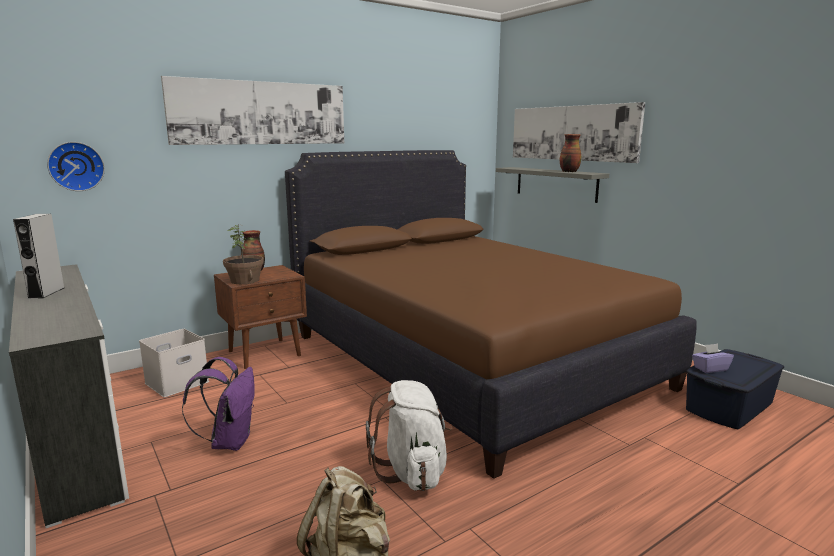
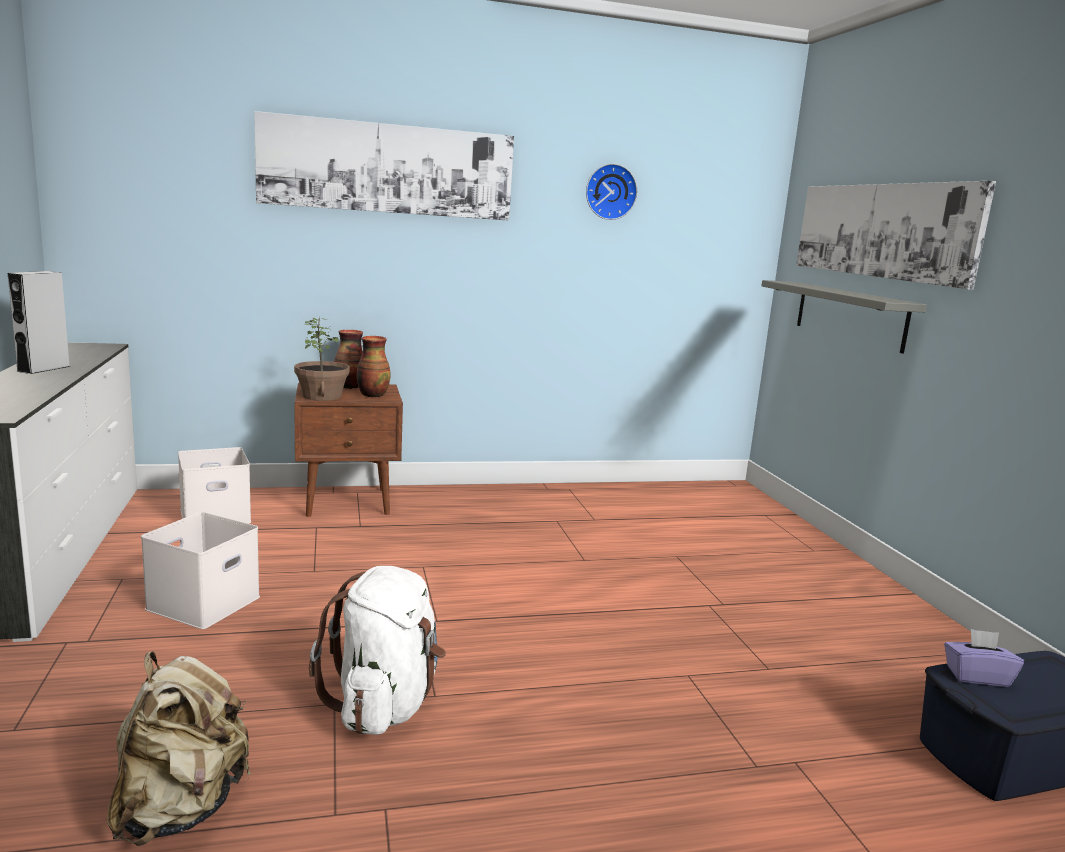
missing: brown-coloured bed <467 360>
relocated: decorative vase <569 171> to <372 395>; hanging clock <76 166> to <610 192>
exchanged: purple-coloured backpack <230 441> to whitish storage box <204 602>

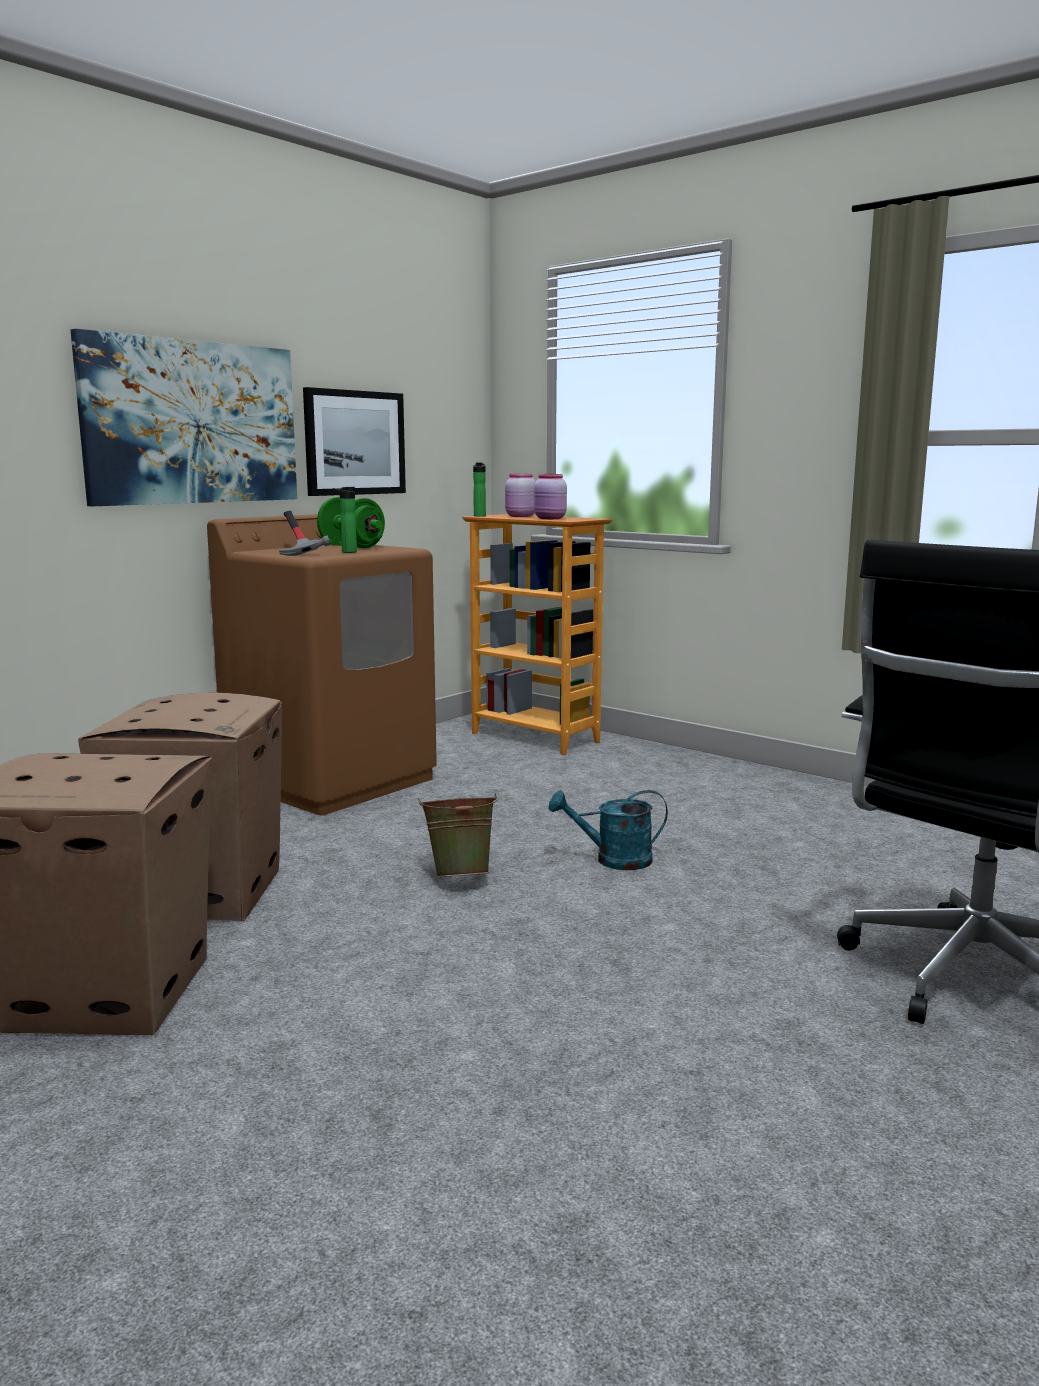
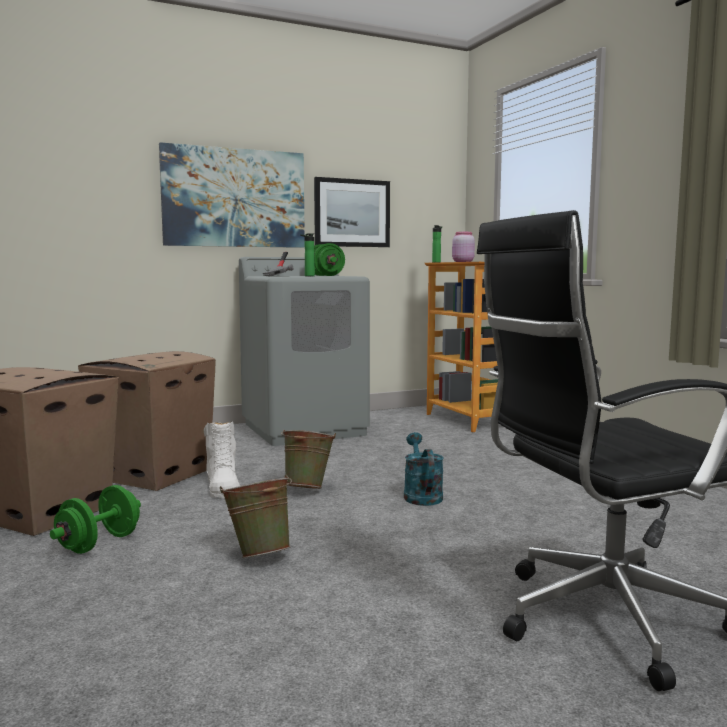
missing: pink jar <550 518>
appeared: whitish boot <222 486>; green water bucket <259 554>; green dumbbell <99 543>
colour: brown-coloured laundry appliance <332 780> to grey laundry appliance <305 429>
spun: turquoise watering can <613 860> = <421 495> 60 degrees clockwise

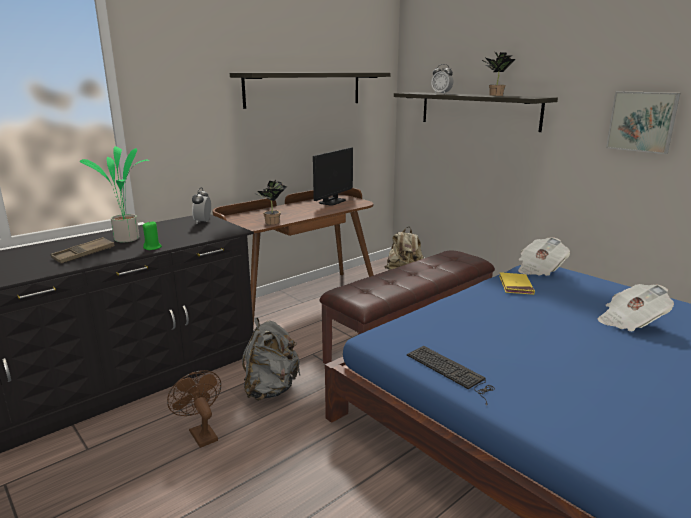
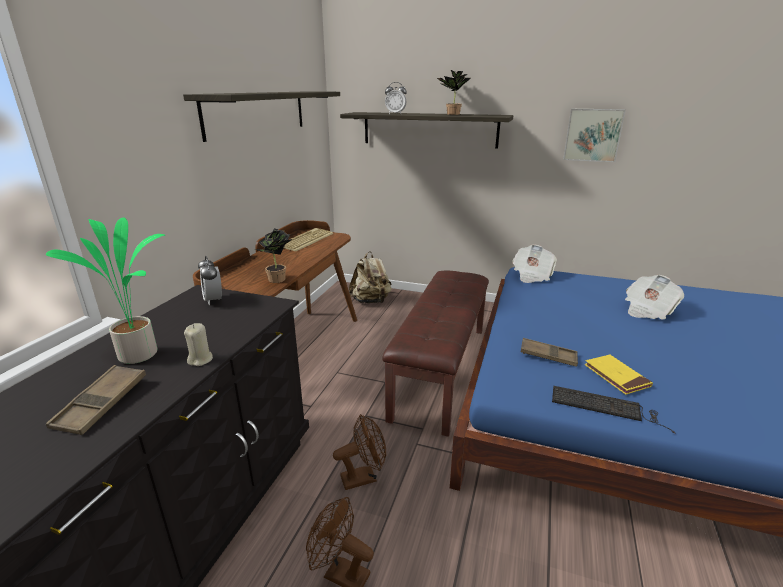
appeared: brown-coloured tray <548 356>
relocated: yellow bound book <515 285> to <616 376>
exchanged: computer display <332 201> to keyboard <305 240>; grey backpack <270 389> to brown-coloured fan <364 477>
colour: green wax light <152 247> to beige wax light <200 359>

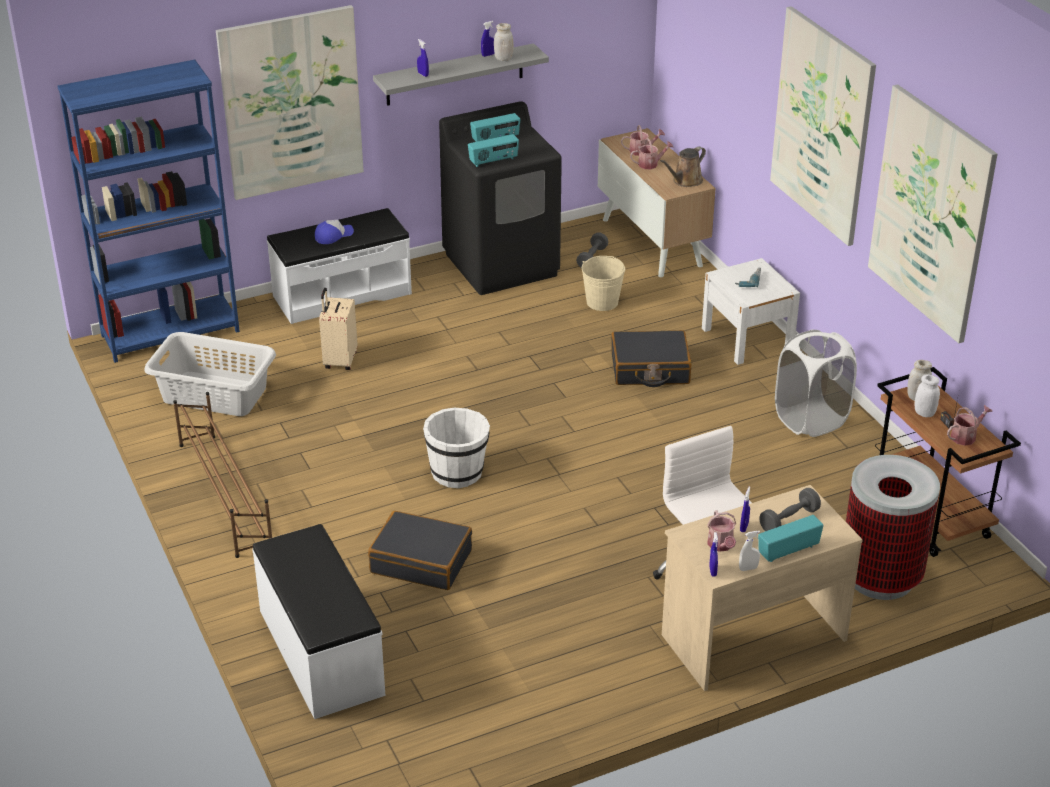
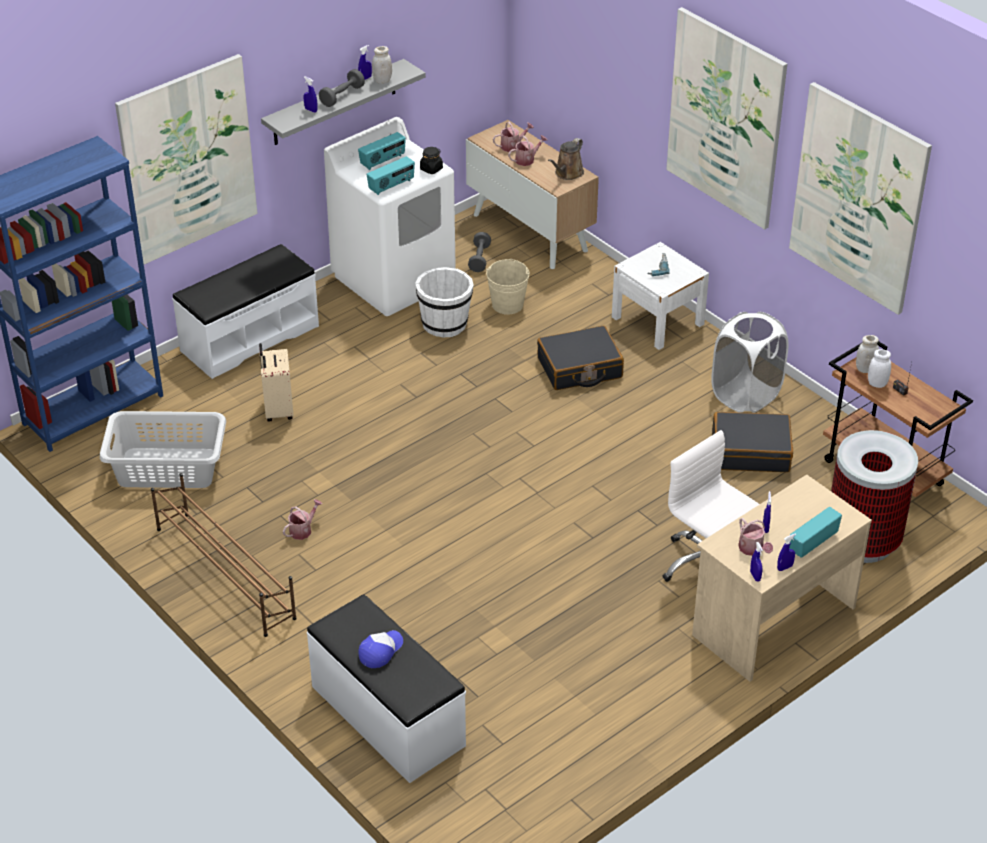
appeared: blackish jar <431 169>
relocated: peaked cap <333 236> to <380 651>; watering can <966 436> to <303 530>; whitish water bucket <457 472> to <445 324>; grey dumbbell <789 520> to <342 96>; blackish piece of luggage <421 561> to <750 452>
colour: blackish laundry appliance <502 264> to whitish laundry appliance <394 279>; whitish hand sprayer <748 568> to blue hand sprayer <785 567>

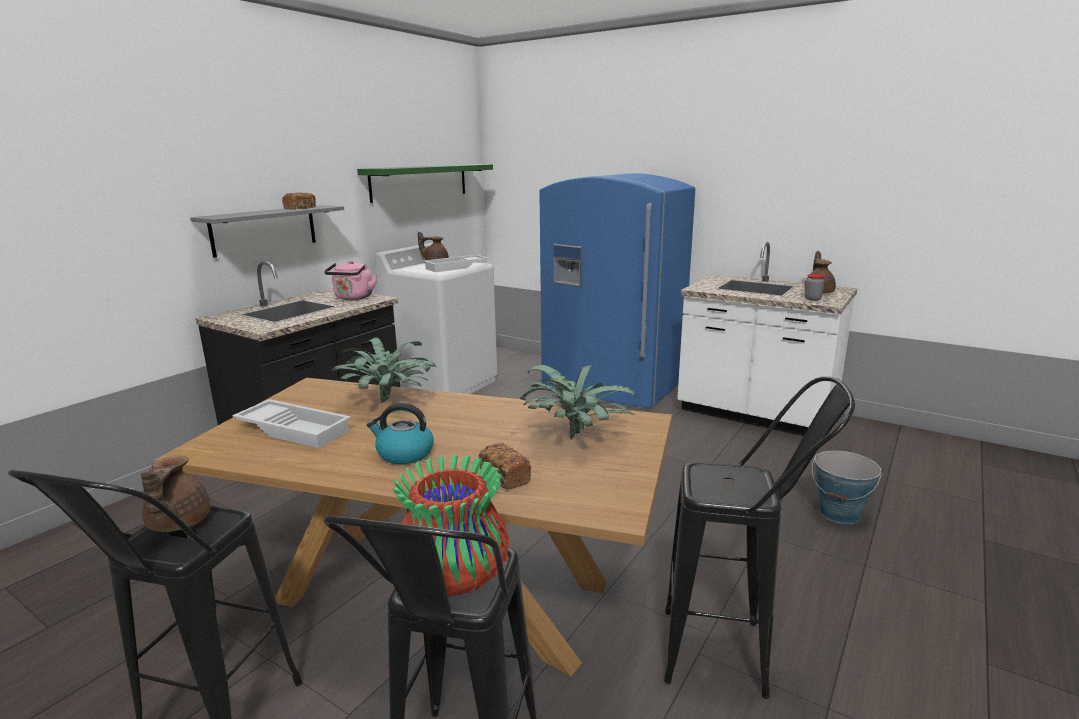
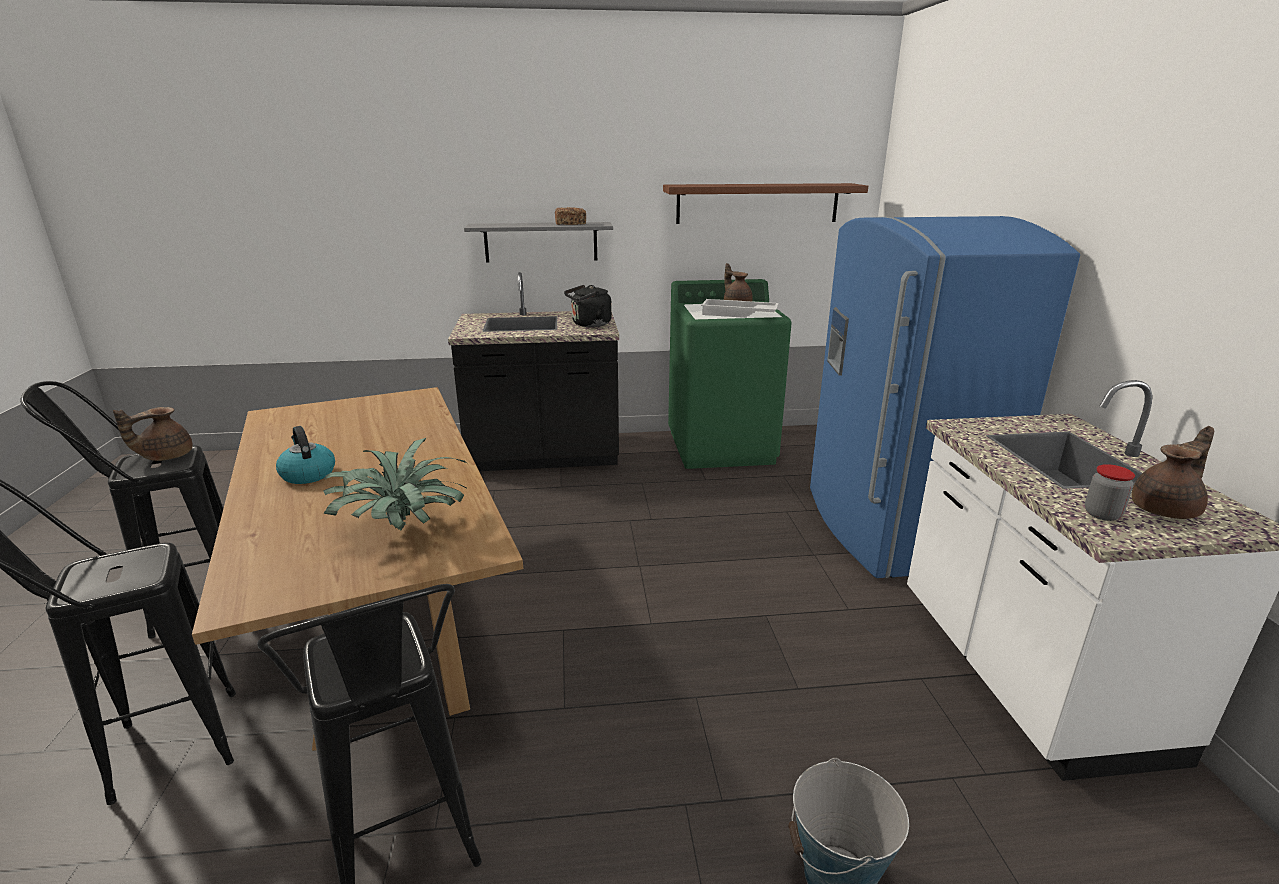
missing: houseplant <389 401>; whitish tray <295 429>; baked bread <504 476>; decorative vase <453 577>
colour: green bracket shelf <420 182> to brown-coloured bracket shelf <757 203>; whitish laundry appliance <443 384> to green laundry appliance <721 447>; pink kettle <353 298> to blackish kettle <589 324>

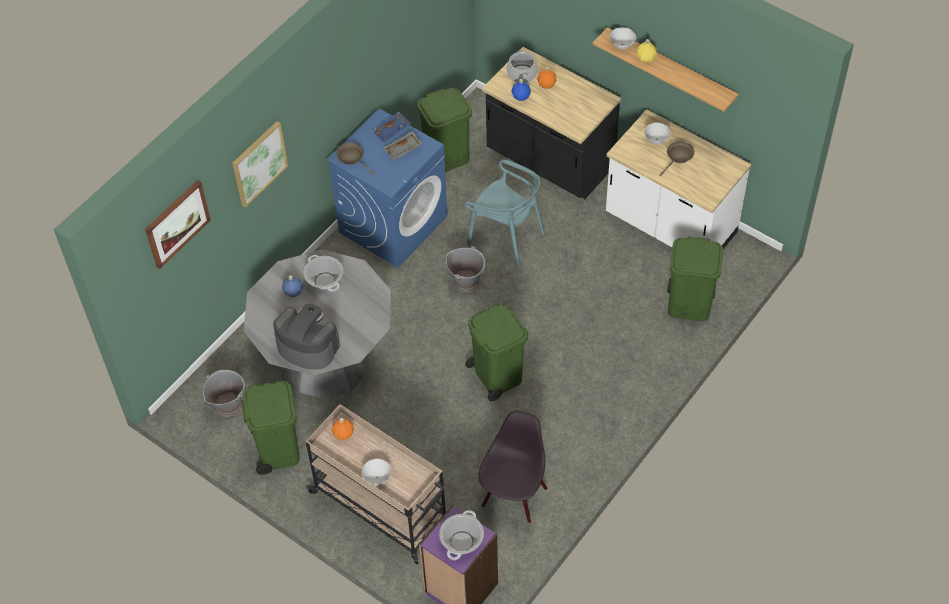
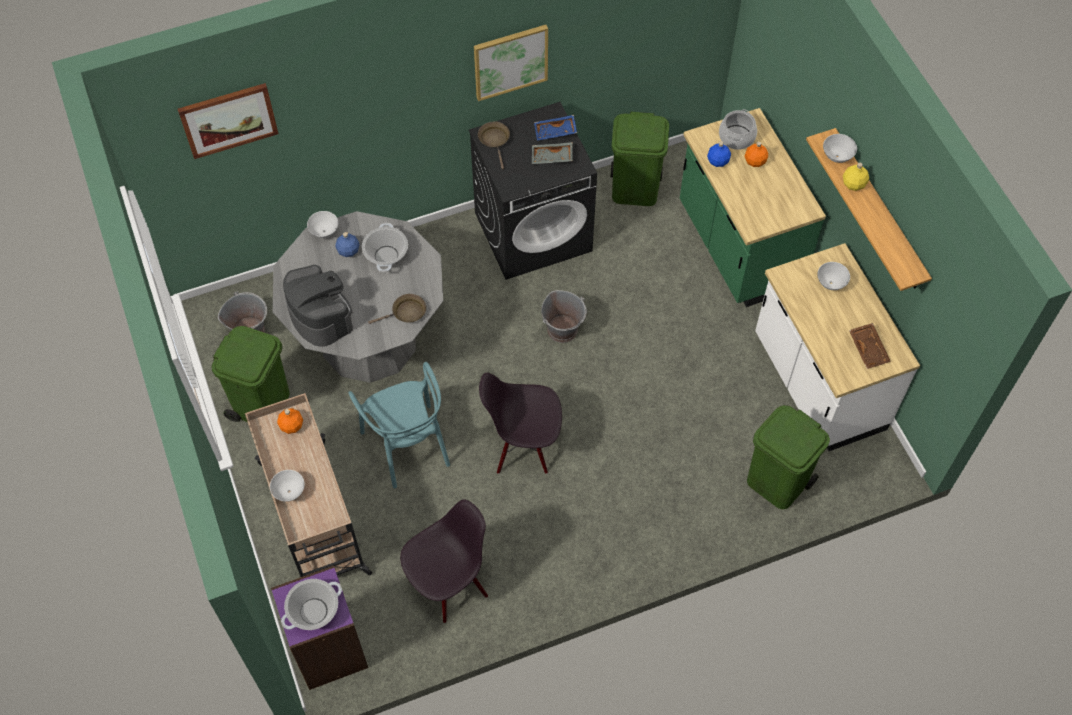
appeared: whitish deep dish <324 232>; brown-coloured tray <869 349>
relocated: wall art <259 163> to <510 61>; brown-coloured frying pan <678 157> to <406 313>; turquoise upright chair <506 236> to <407 446>
exchanged: green trash can <497 375> to blackish upright chair <523 446>
colour: blackish counter <549 161> to green counter <737 247>; blue laundry appliance <393 223> to blackish laundry appliance <533 231>

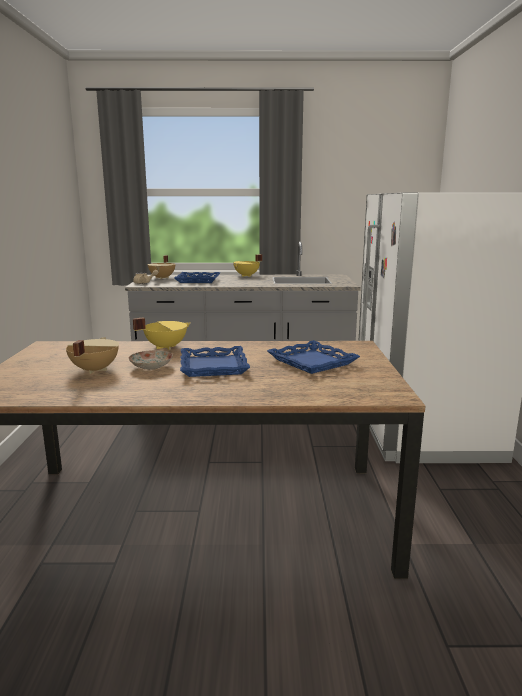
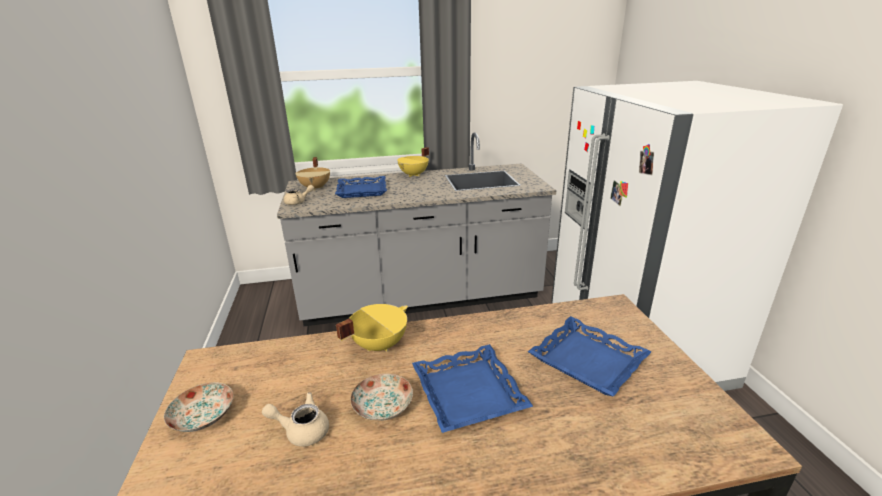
appeared: plate <203 417>
exchanged: beige stockpot <93 370> to beige pot for tea <302 430>

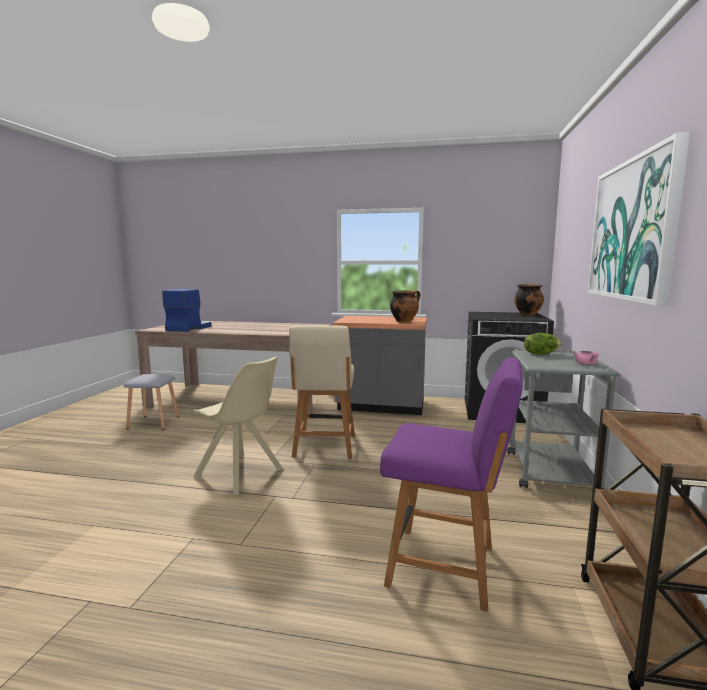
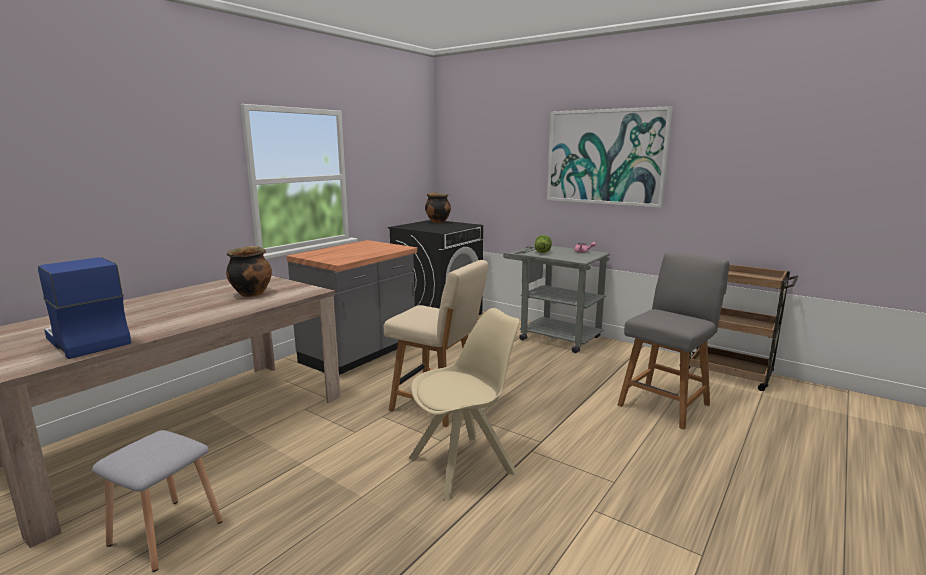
relocated: stockpot <404 321> to <251 293>
colour: purple-coloured upright chair <446 567> to grey upright chair <665 404>

